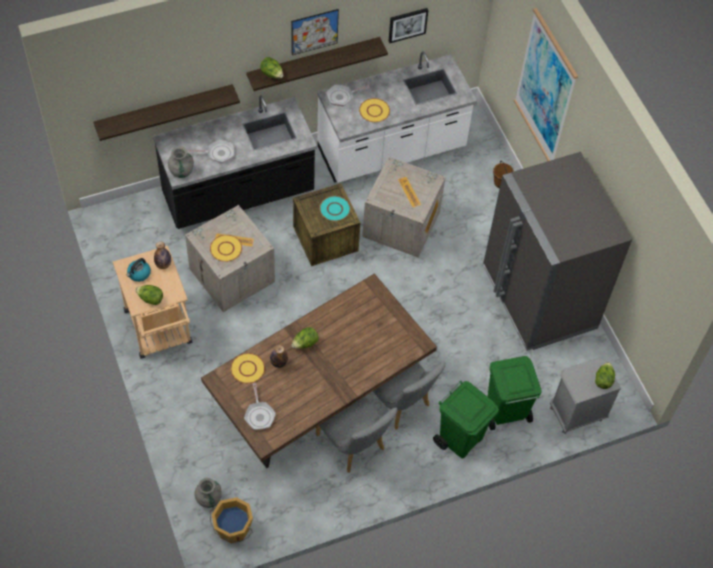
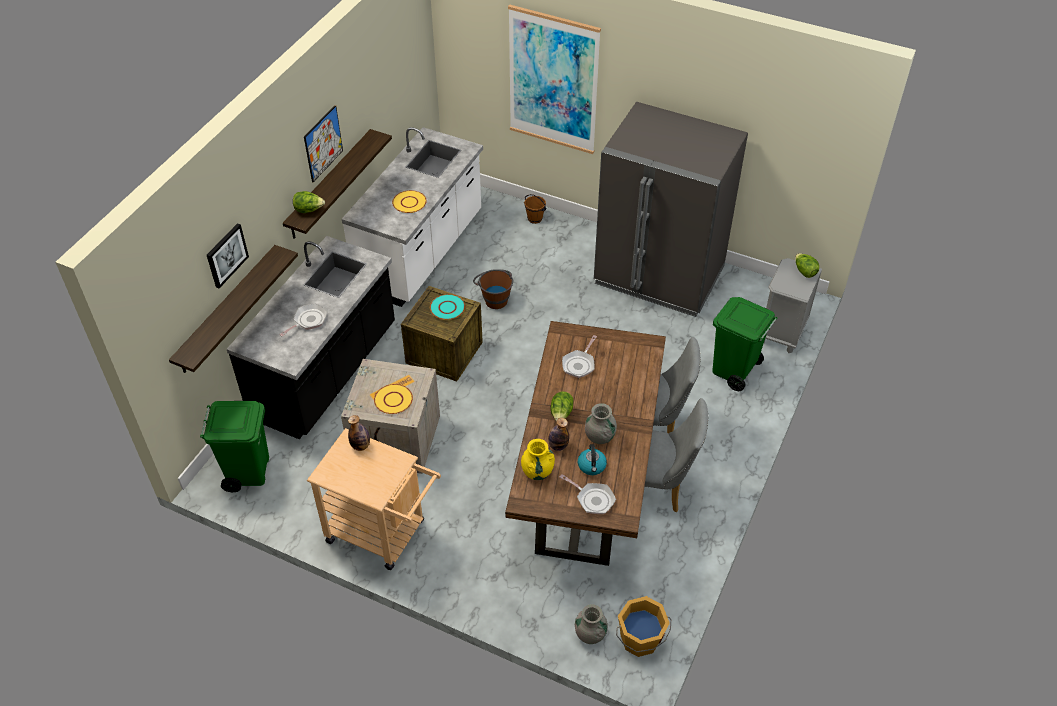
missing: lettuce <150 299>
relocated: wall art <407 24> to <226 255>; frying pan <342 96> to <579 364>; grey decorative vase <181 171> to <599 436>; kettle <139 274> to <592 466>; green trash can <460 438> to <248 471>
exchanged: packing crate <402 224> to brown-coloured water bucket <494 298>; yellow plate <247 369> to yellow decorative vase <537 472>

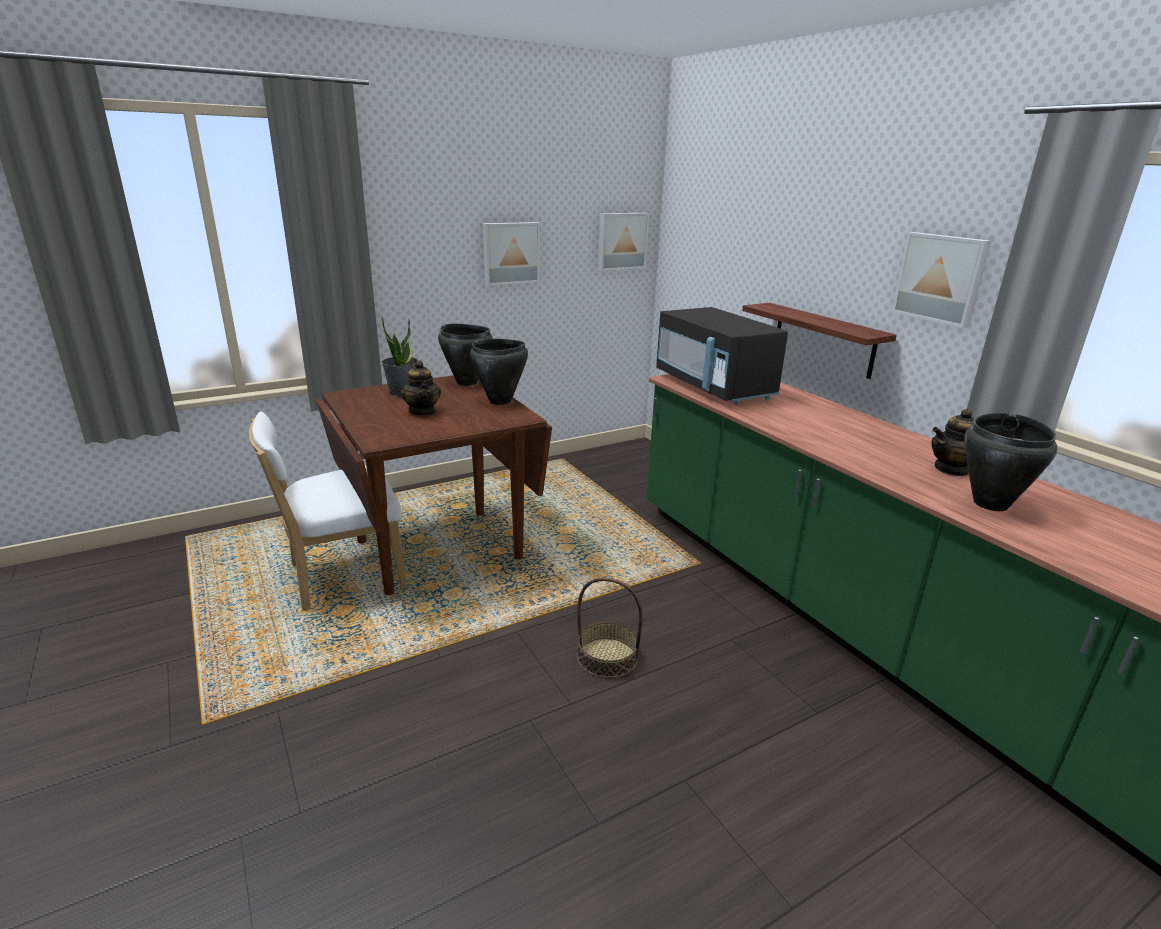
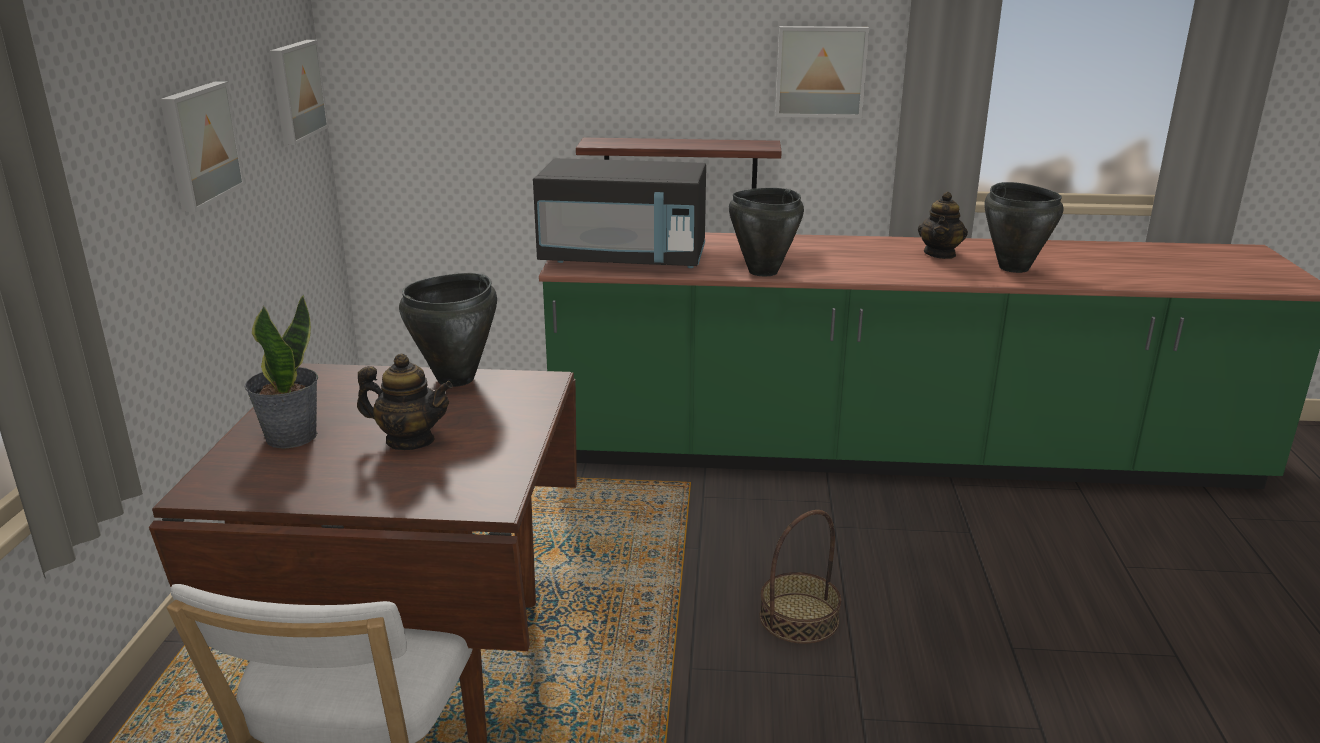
relocated: blackish stockpot <467 382> to <762 271>

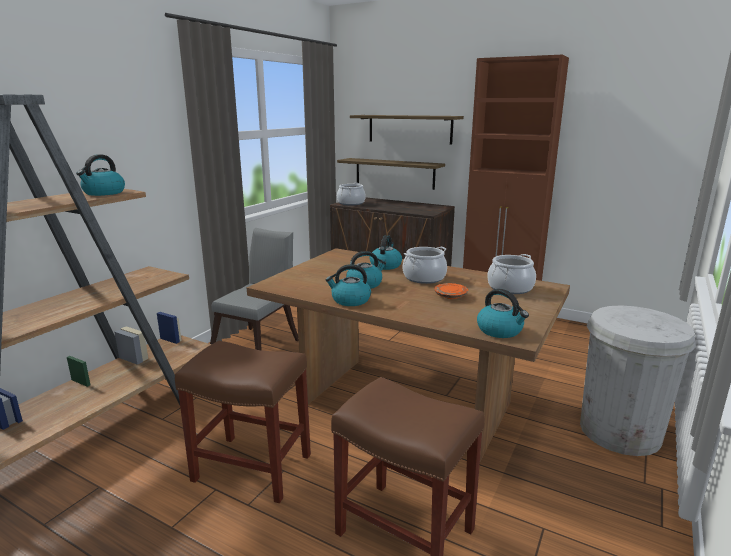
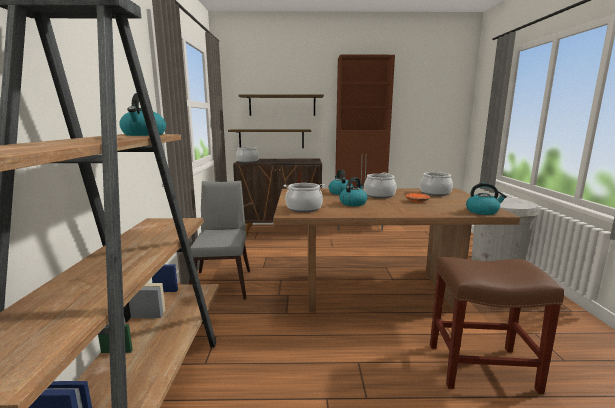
missing: kettle <350 300>; brown-coloured stool seat <250 467>
appeared: stockpot <304 208>

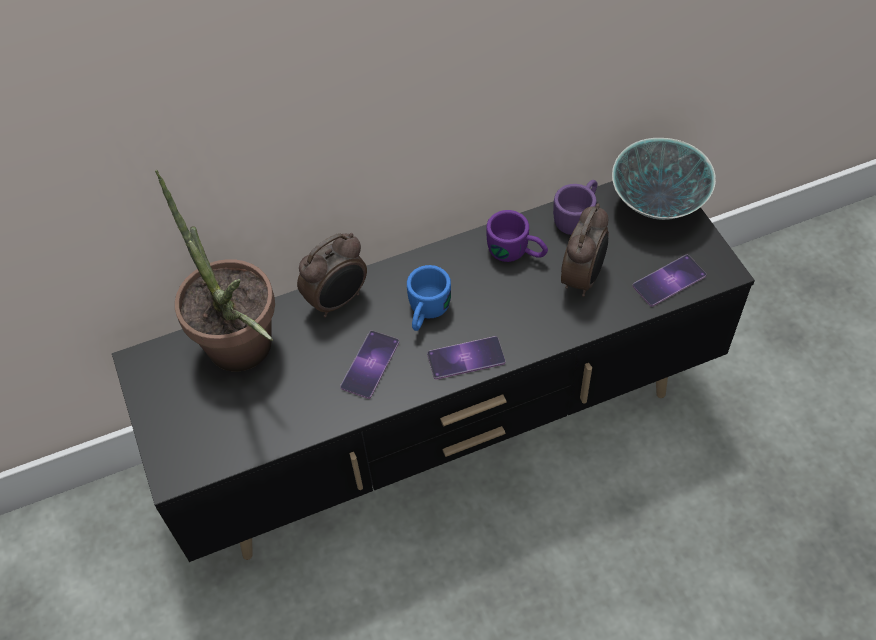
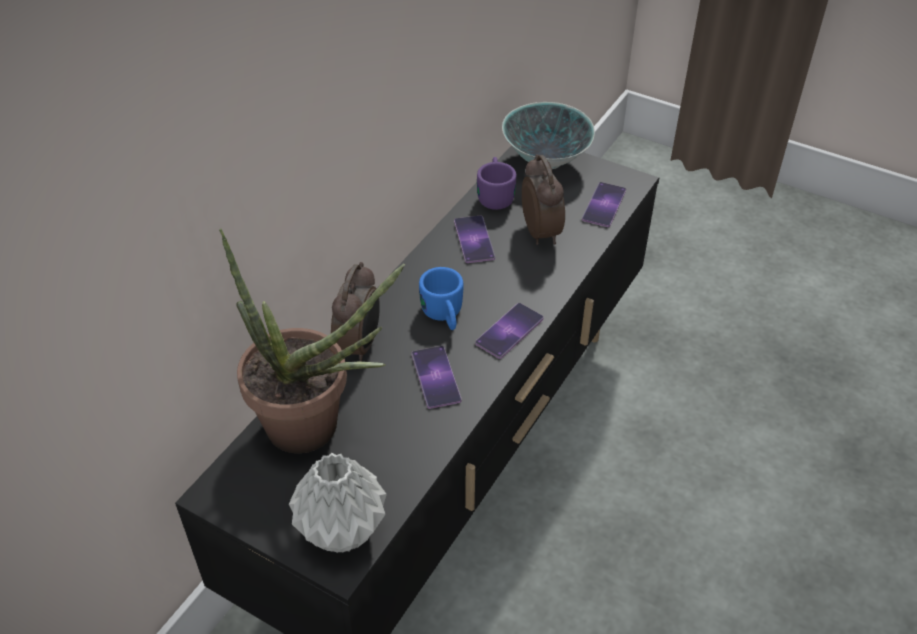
appeared: grey decorative vase <340 531>
exchanged: purple-coloured mug <517 252> to handset <474 239>

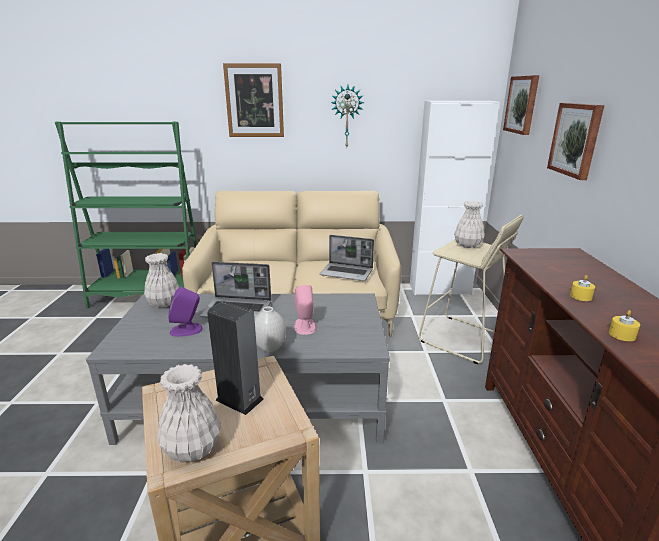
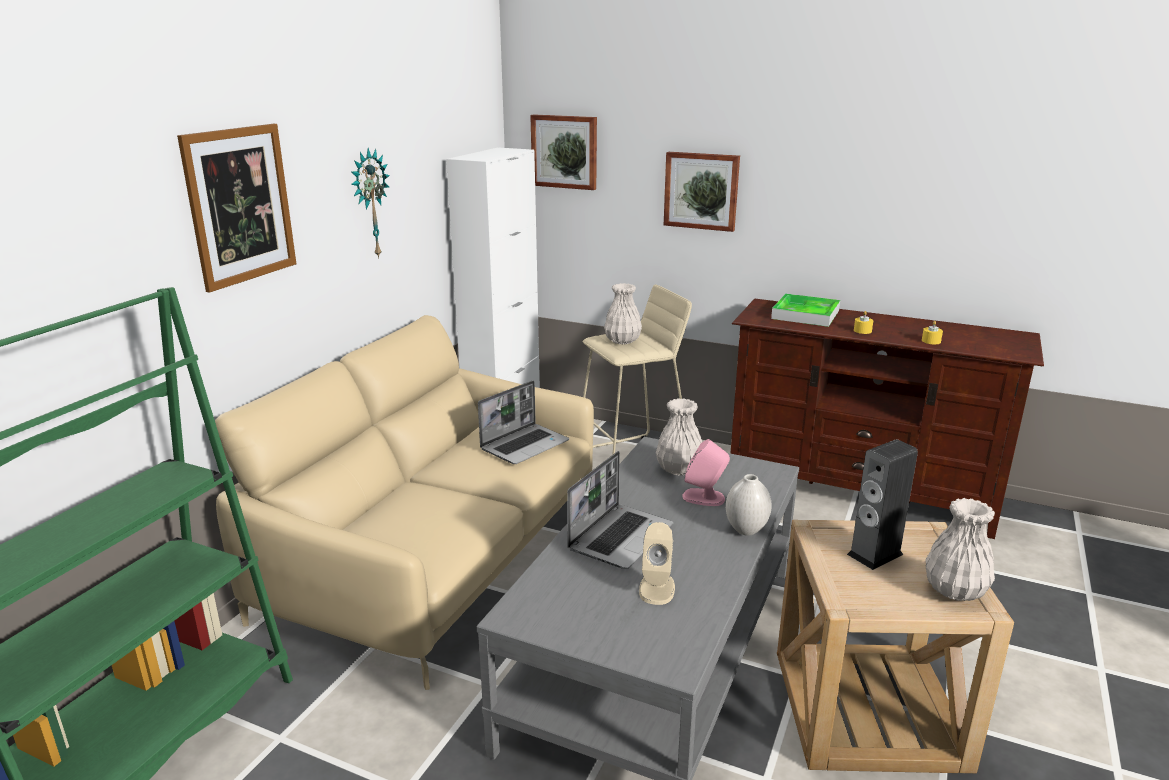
appeared: tray <805 314>
relocated: whitish decorative vase <163 303> to <678 469>
colour: purple-coloured audio speaker <186 330> to beige audio speaker <657 588>

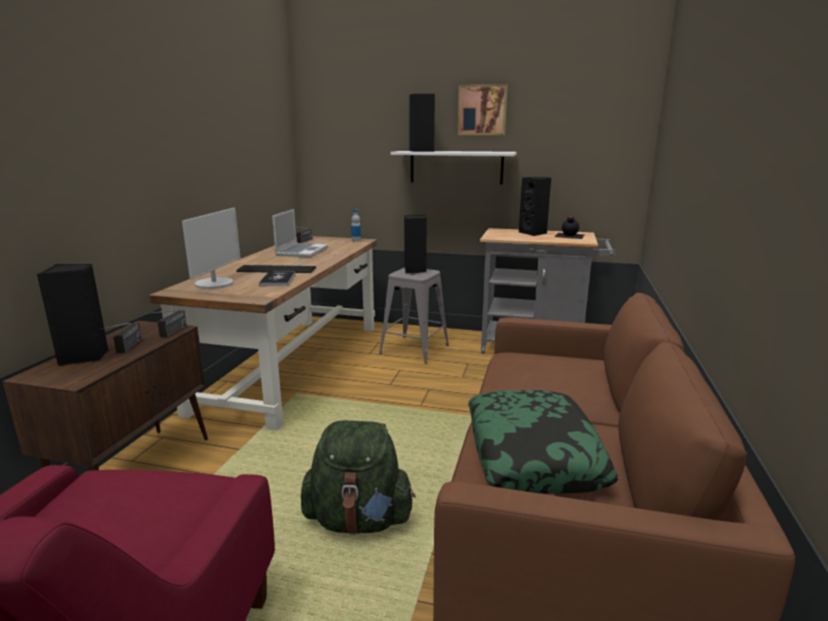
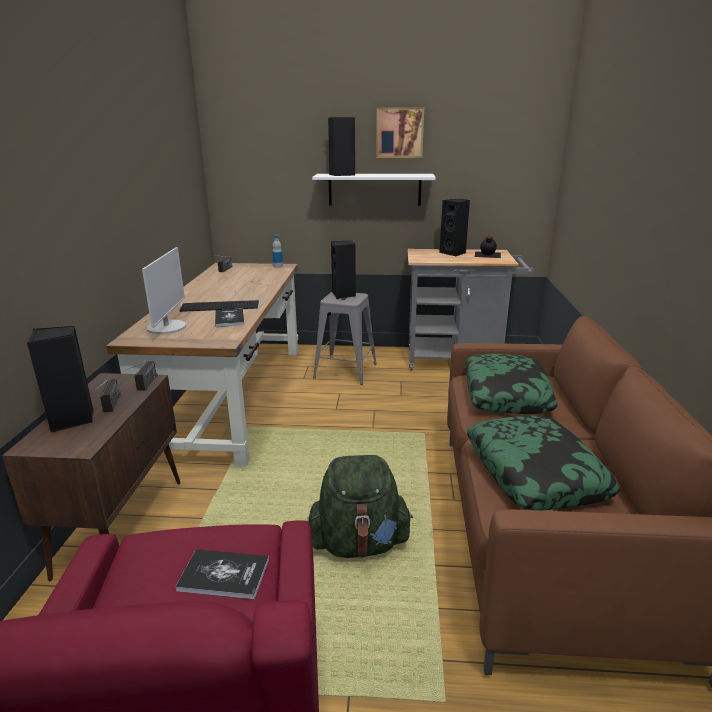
missing: notebook computer <301 251>
appeared: cushion <506 394>; bound book <224 575>

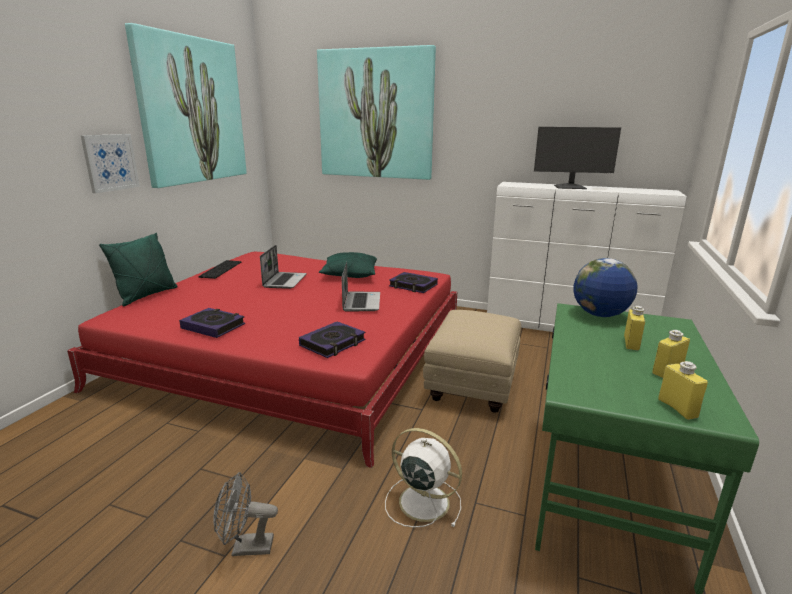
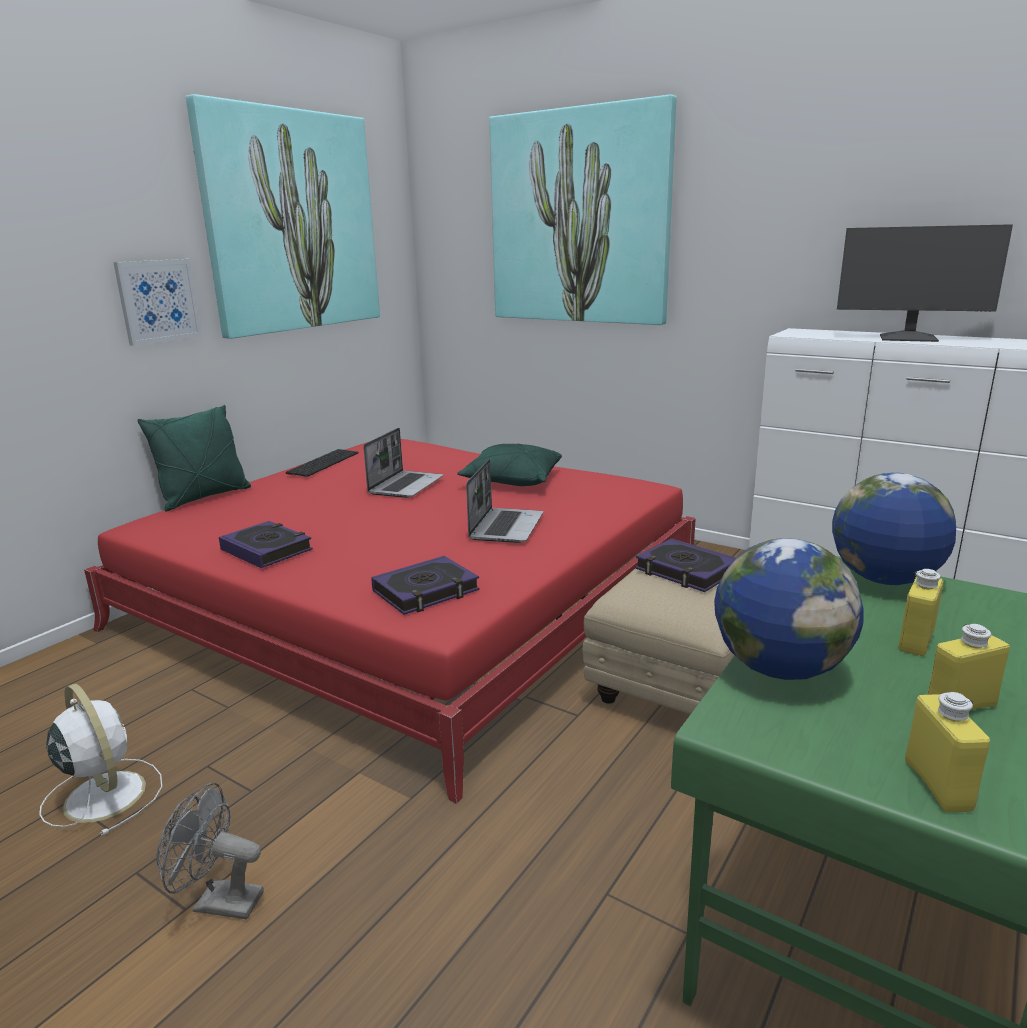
appeared: desk globe <779 669>
relocated: bound book <413 286> to <686 571>; whitish fan <422 501> to <103 794>

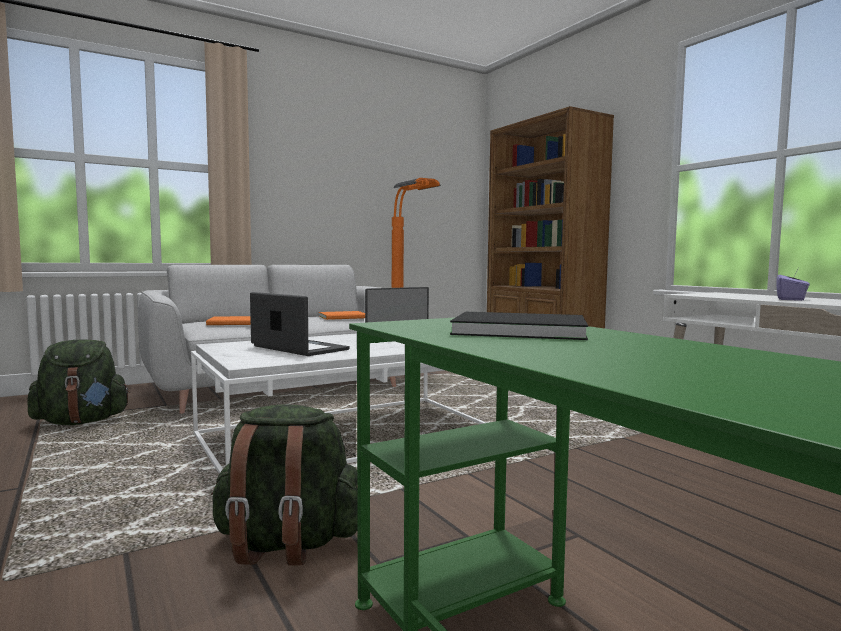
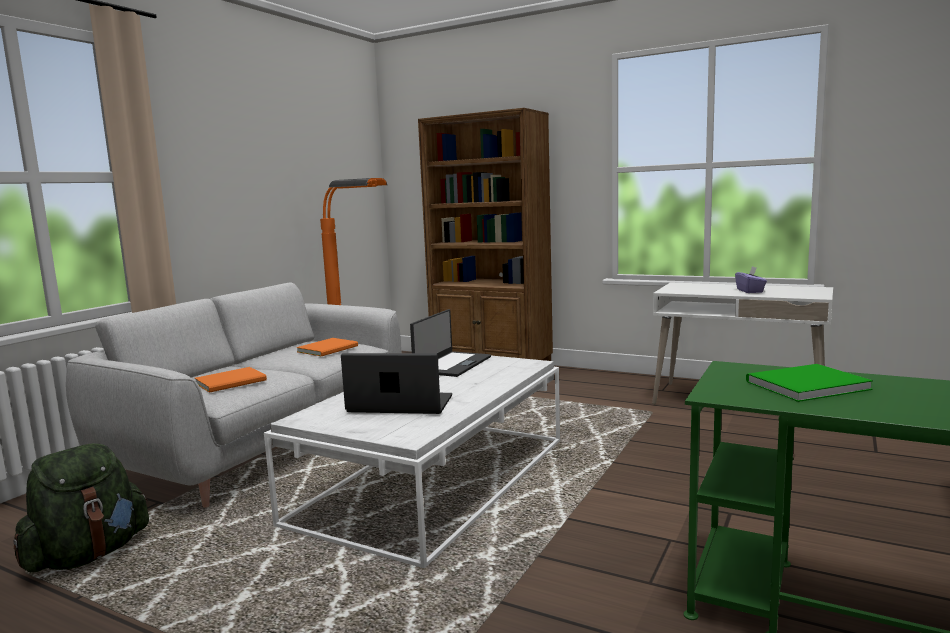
missing: green backpack <287 544>
colour: blackish bound book <515 330> to green bound book <802 385>

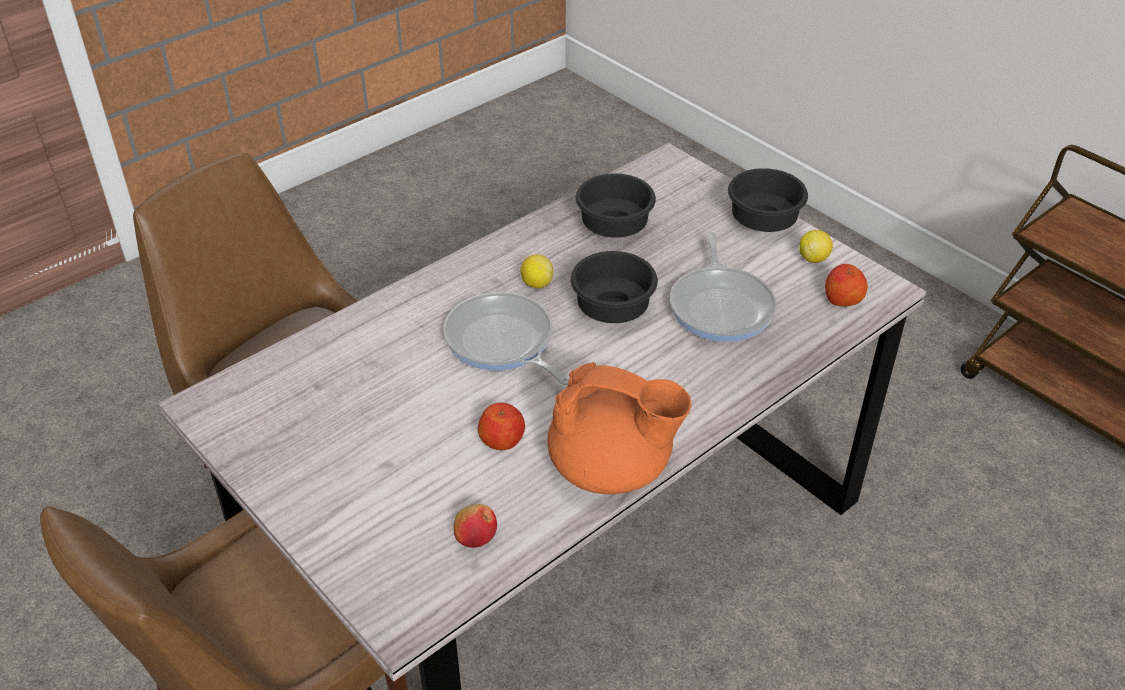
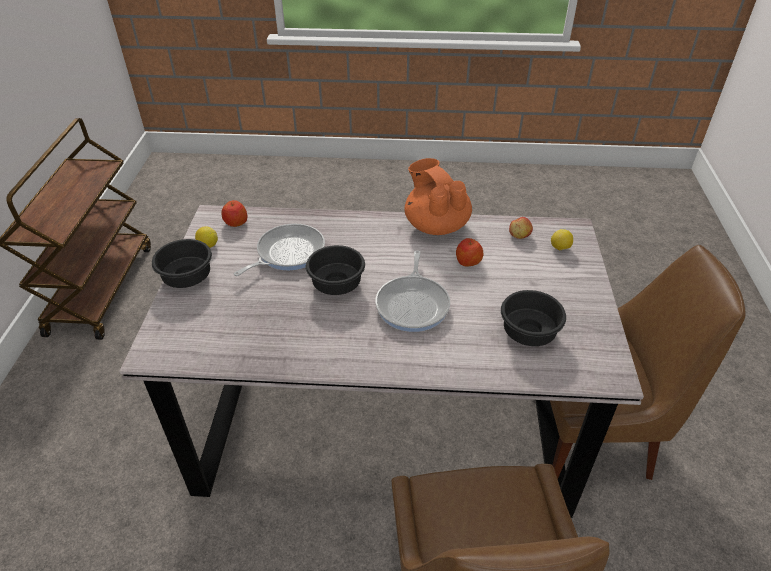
relocated: blackish deep dish <616 228> to <529 331>; lemon <537 283> to <560 248>

